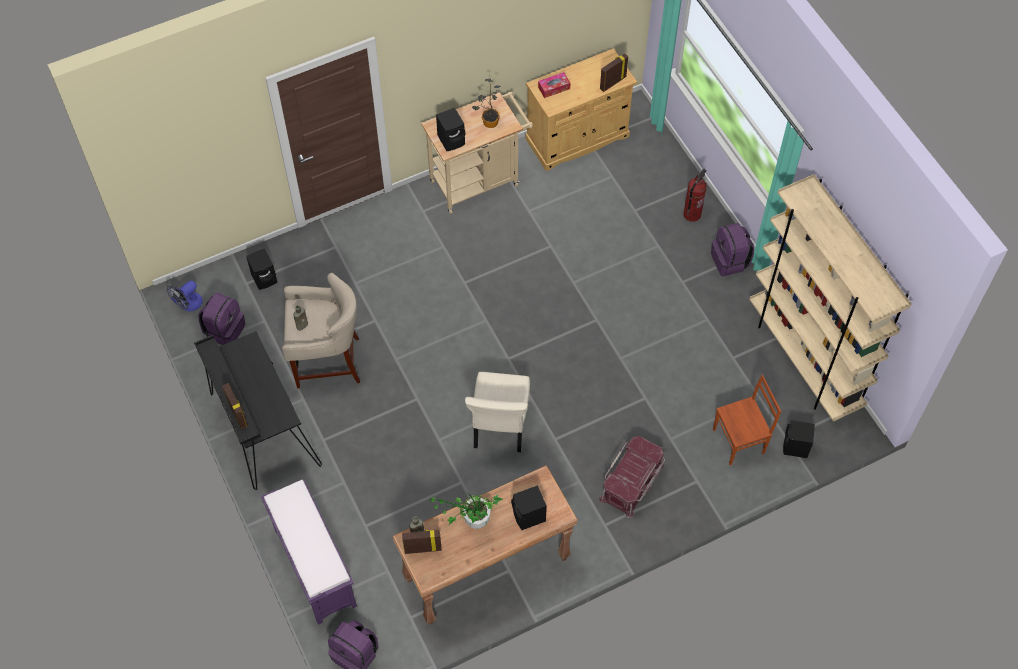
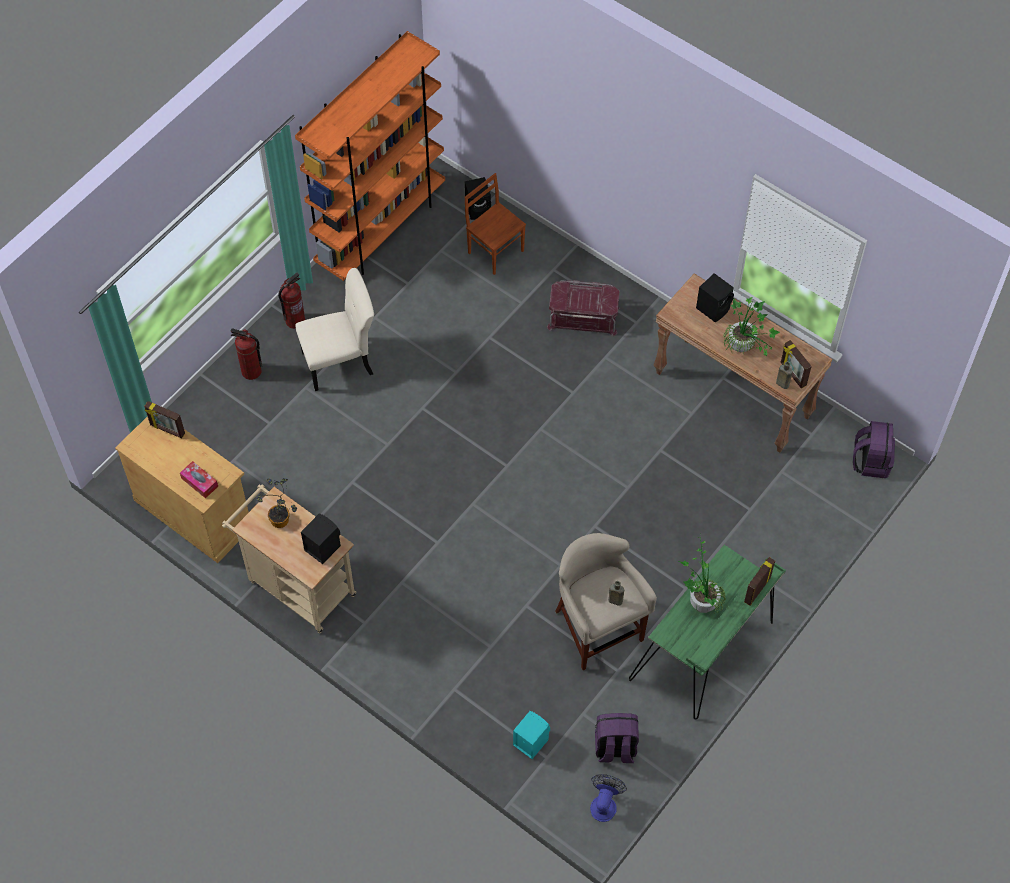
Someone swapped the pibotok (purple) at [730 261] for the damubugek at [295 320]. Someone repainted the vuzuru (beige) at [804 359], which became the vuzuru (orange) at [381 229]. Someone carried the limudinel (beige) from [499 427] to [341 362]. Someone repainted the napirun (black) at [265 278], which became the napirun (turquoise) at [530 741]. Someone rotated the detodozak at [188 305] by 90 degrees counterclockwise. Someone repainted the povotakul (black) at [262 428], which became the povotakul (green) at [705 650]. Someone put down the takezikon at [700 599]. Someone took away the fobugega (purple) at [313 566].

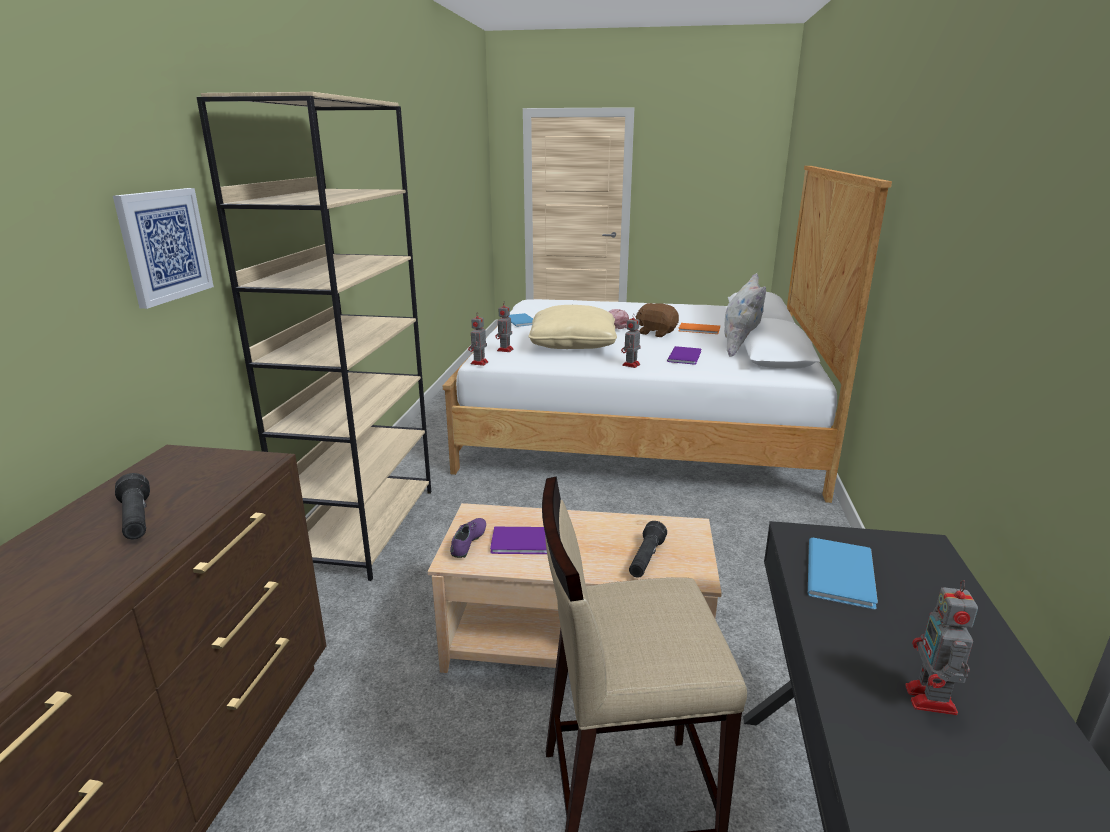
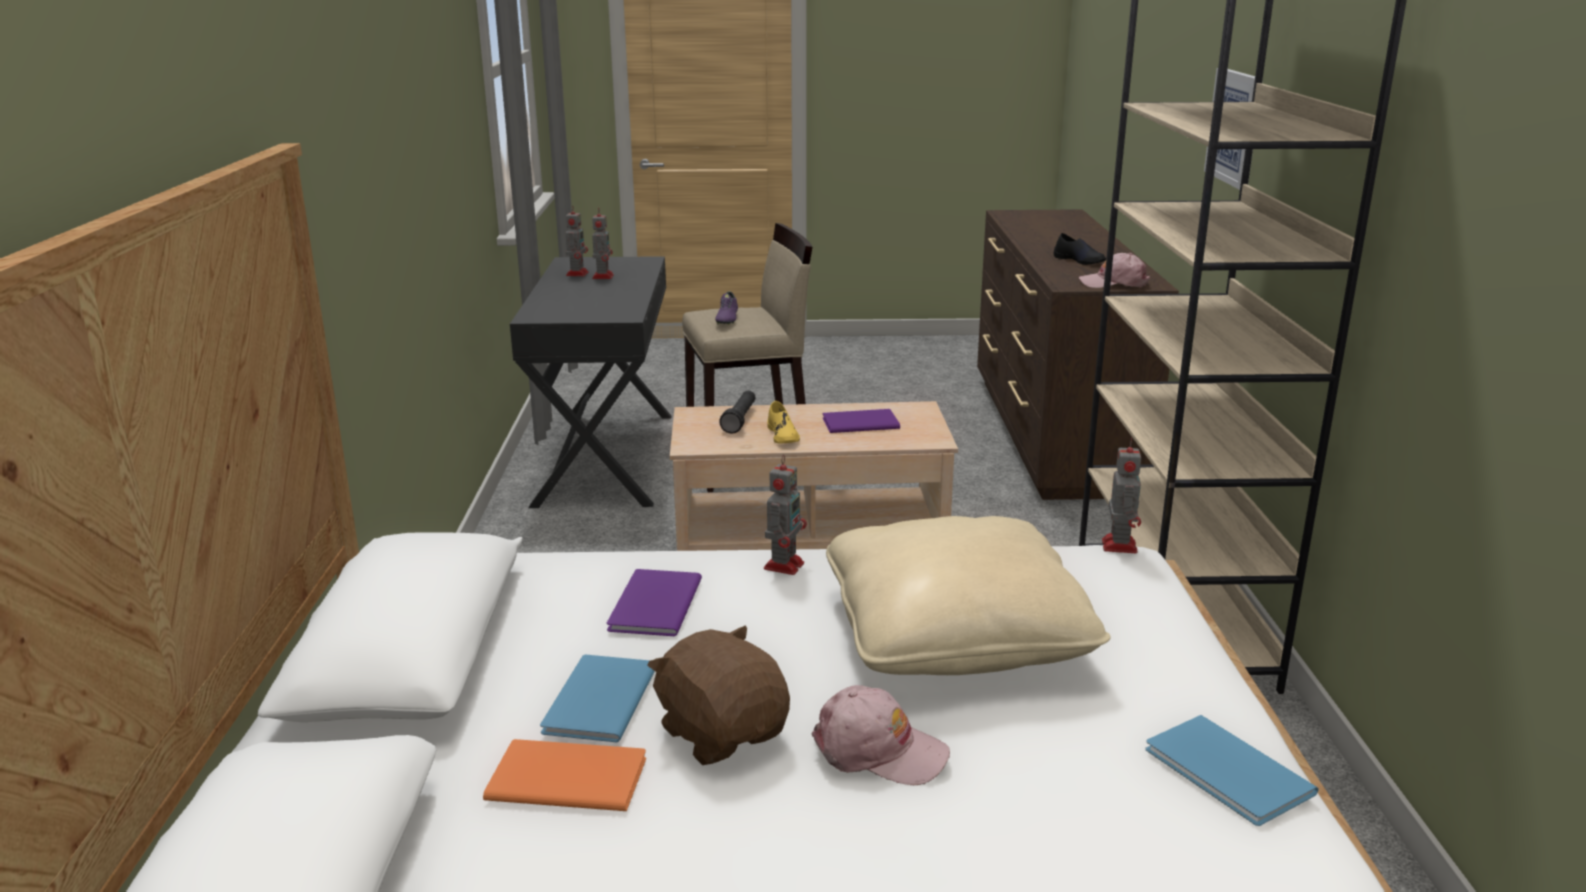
Someone carried the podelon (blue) from [843 572] to [596 702]. Someone carried the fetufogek from [505 350] to [577 273]. Someone rotated the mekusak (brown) at [656 333] by 150 degrees counterclockwise. Someone carried the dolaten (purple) from [469 543] to [726 319]. Someone put down the dolaten (yellow) at [783 435]. Someone swapped the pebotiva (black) at [136 520] for the dolaten (black) at [1079 260]. Someone put down the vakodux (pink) at [1113 283]. Someone took away the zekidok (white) at [740 347].

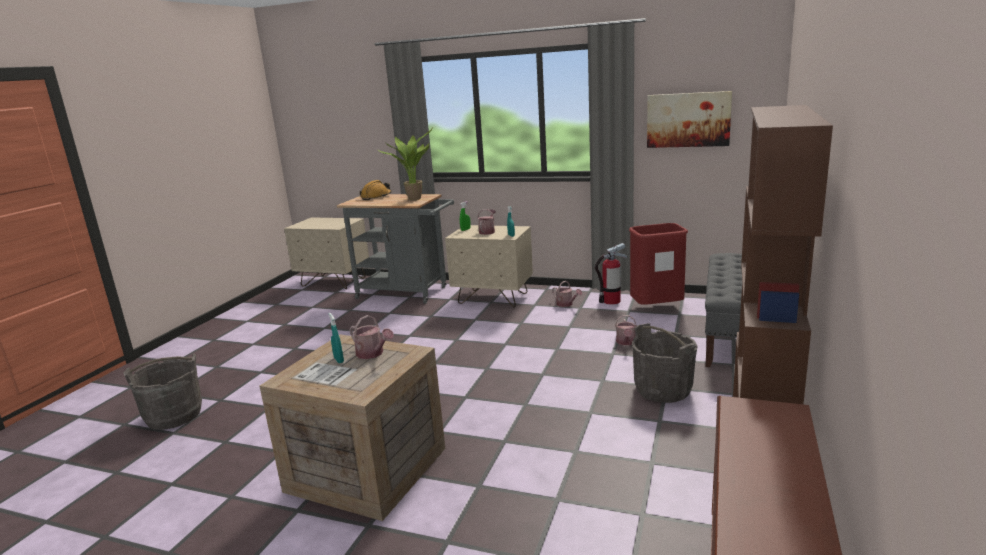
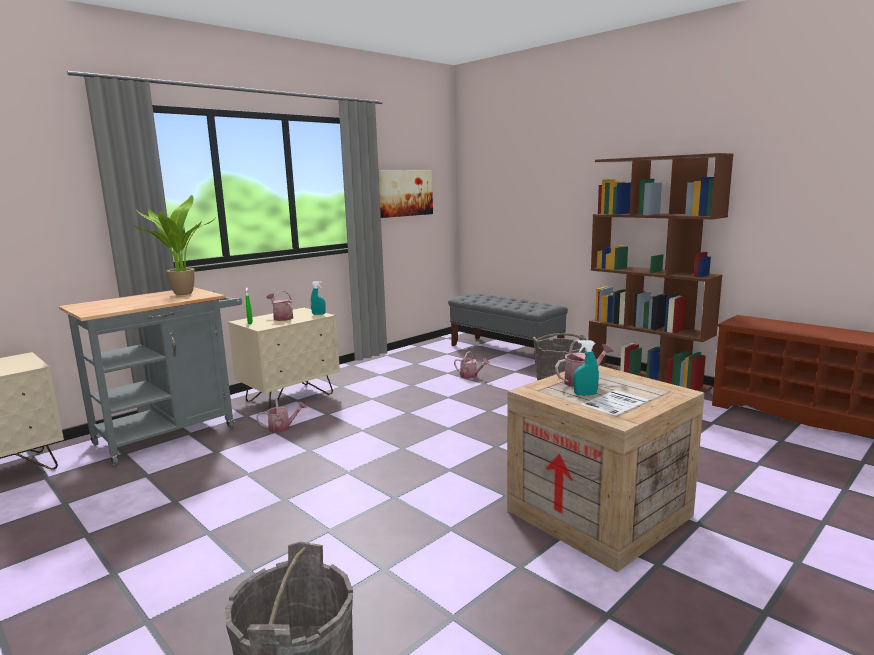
Someone carried the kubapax from [566 304] to [283 428]. Someone took away the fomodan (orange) at [376 197]. Someone took away the damubugek at [611 301]. Someone took away the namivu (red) at [656 308].

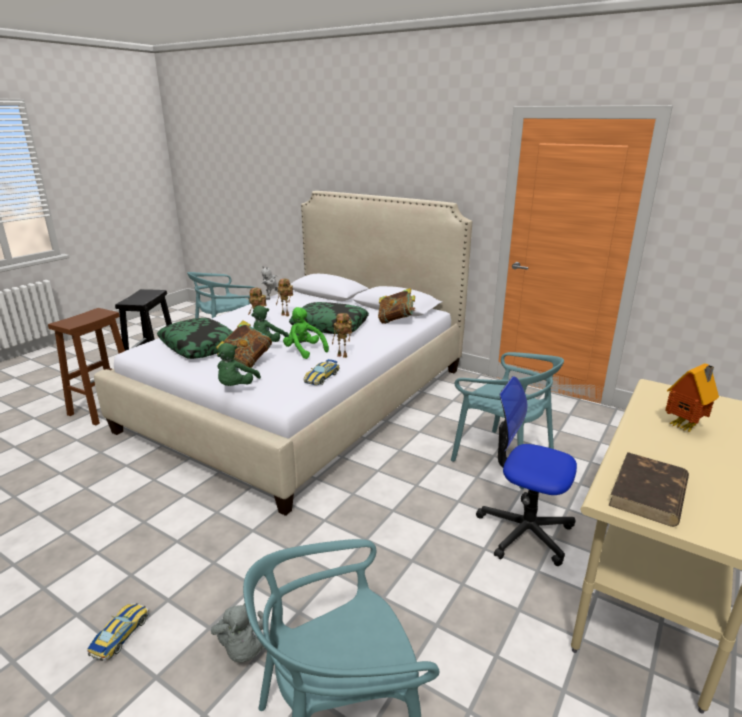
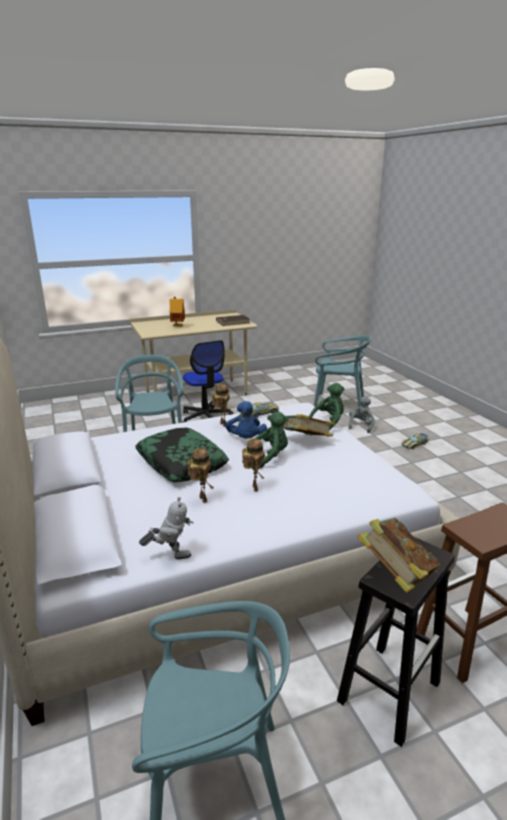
Someone repainted the mekusak (green) at [304 351], which became the mekusak (blue) at [246 439]. Someone carried the podelon from [396 321] to [395 574]. Someone took away the zekidok at [199 346].

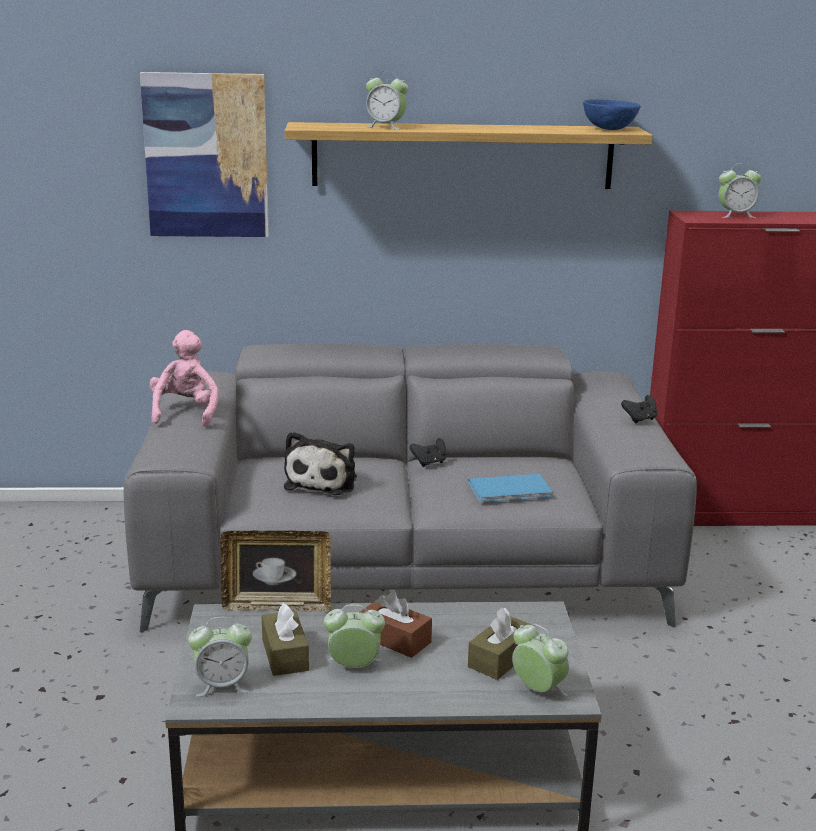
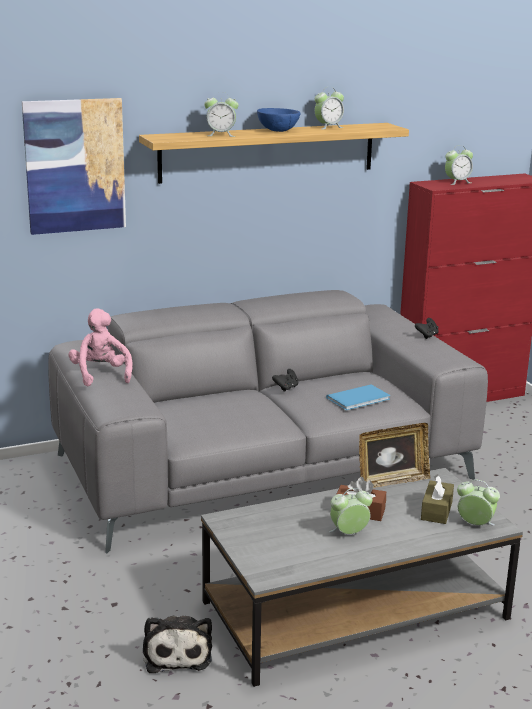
Someone carried the mekusak from [323 481] to [177 653]. Someone carried the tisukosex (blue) from [610 129] to [278 130]. Someone carried the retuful from [222 685] to [328 127]. Someone carried the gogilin from [277 605] to [392 481]. Someone took away the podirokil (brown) at [285 655].

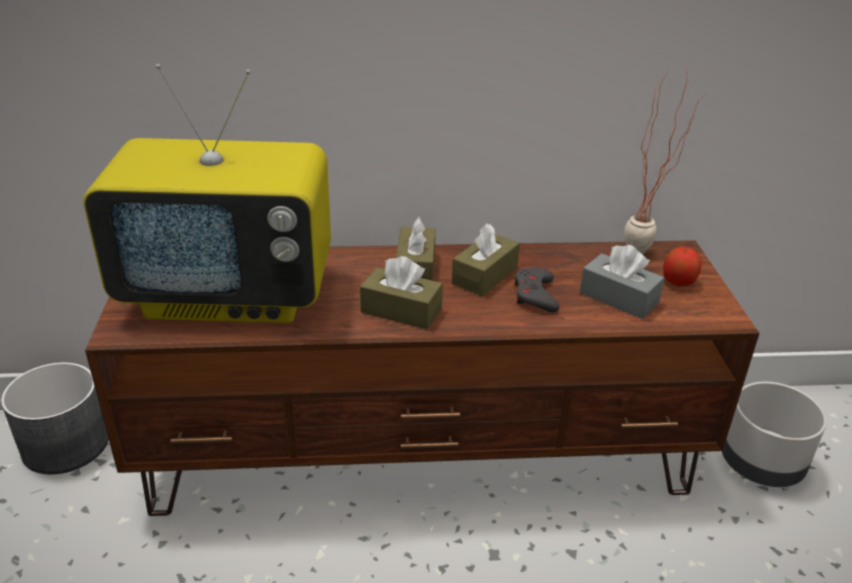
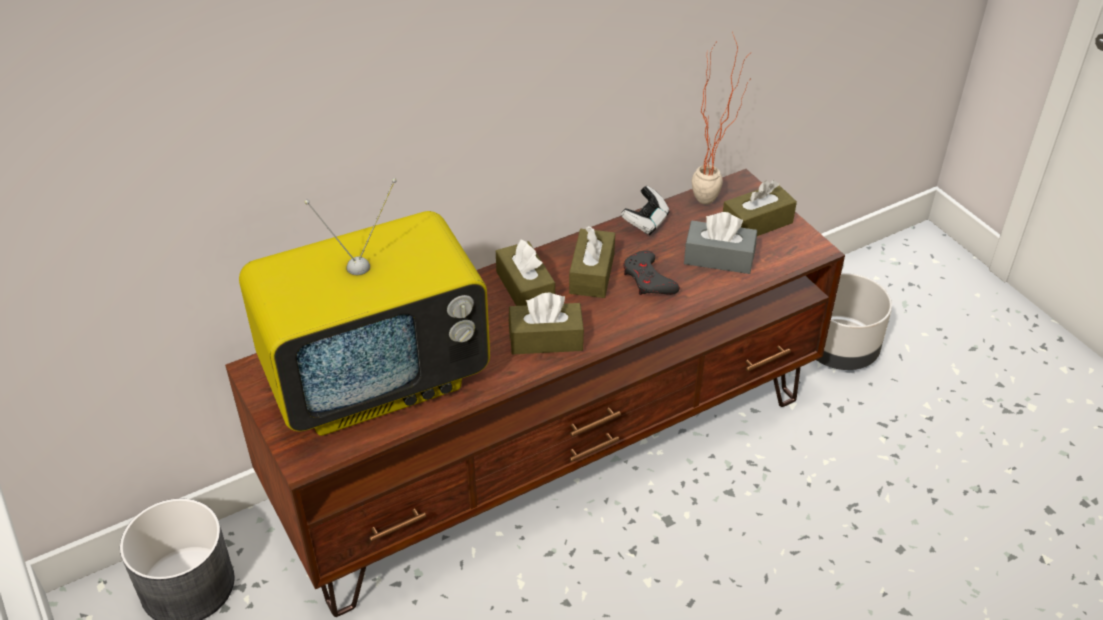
Someone put down the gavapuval at [646 222]. Someone swapped the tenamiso at [678 282] for the podirokil (brown) at [757 223].

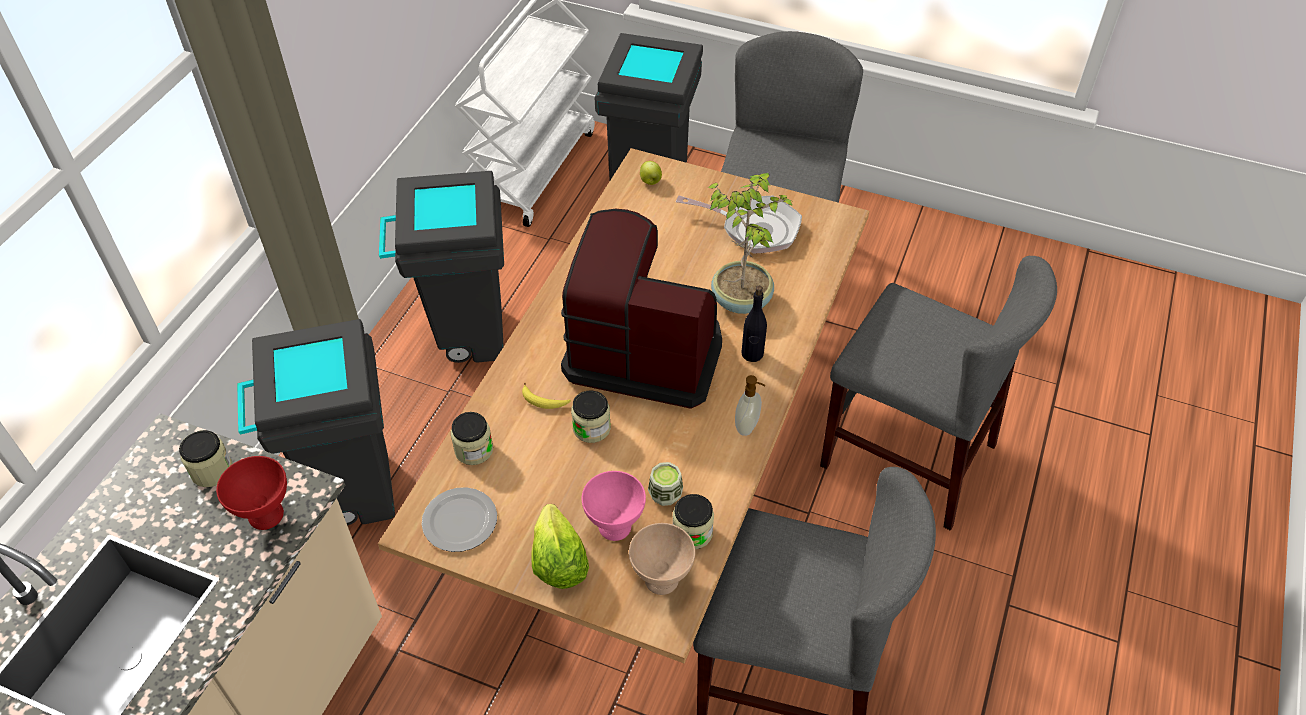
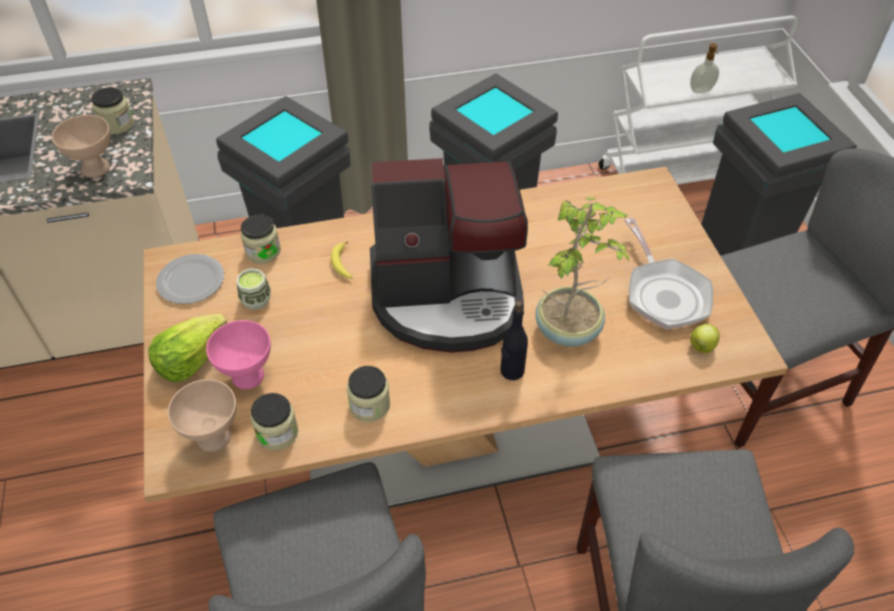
Someone repainted the tisukosex (red) at [265 515], which became the tisukosex (beige) at [95 168]. Someone carried the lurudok from [665 494] to [256 300]. Someone carried the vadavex from [591 428] to [370 405]. Someone rotated the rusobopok at [644 350] by 105 degrees clockwise. Someone carried the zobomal from [747 426] to [701 91]. Someone carried the tenamiso from [650 181] to [701 347].

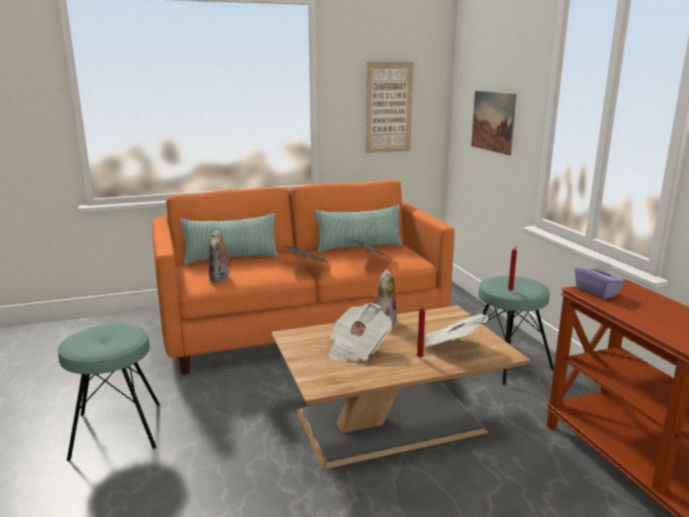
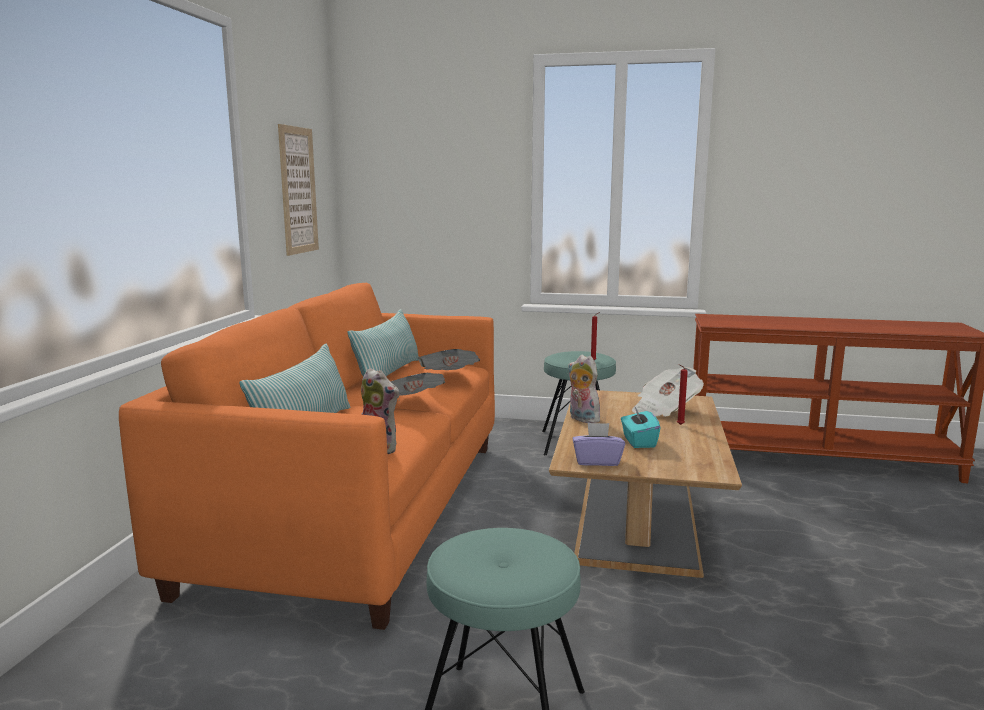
Someone carried the podirokil (purple) from [597 292] to [597 461]. Someone swapped the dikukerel at [357 348] for the podirokil (turquoise) at [638 441]. Someone took away the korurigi at [493 121].

